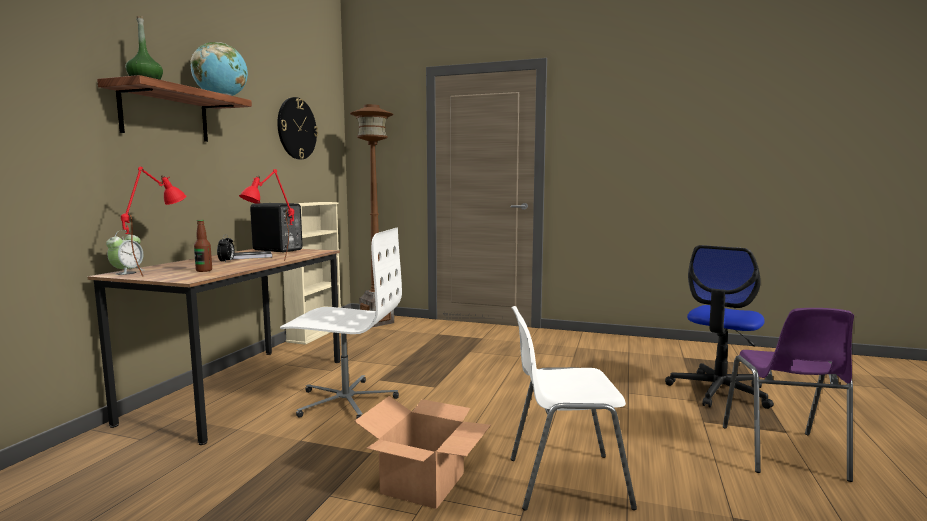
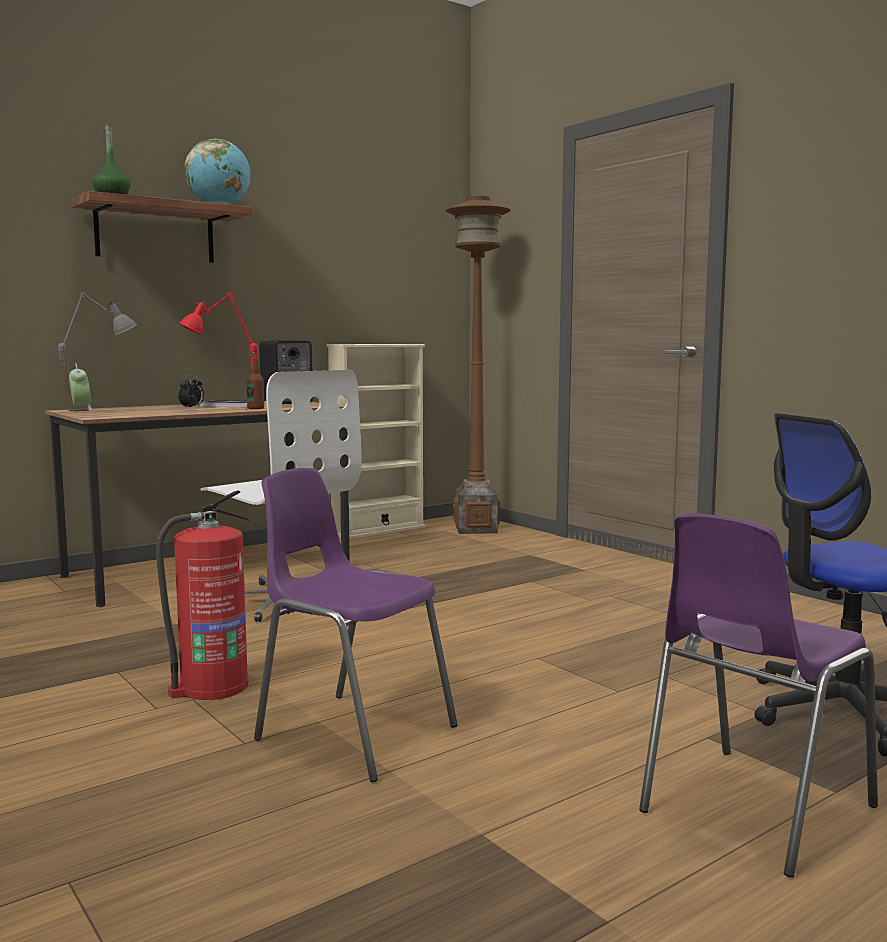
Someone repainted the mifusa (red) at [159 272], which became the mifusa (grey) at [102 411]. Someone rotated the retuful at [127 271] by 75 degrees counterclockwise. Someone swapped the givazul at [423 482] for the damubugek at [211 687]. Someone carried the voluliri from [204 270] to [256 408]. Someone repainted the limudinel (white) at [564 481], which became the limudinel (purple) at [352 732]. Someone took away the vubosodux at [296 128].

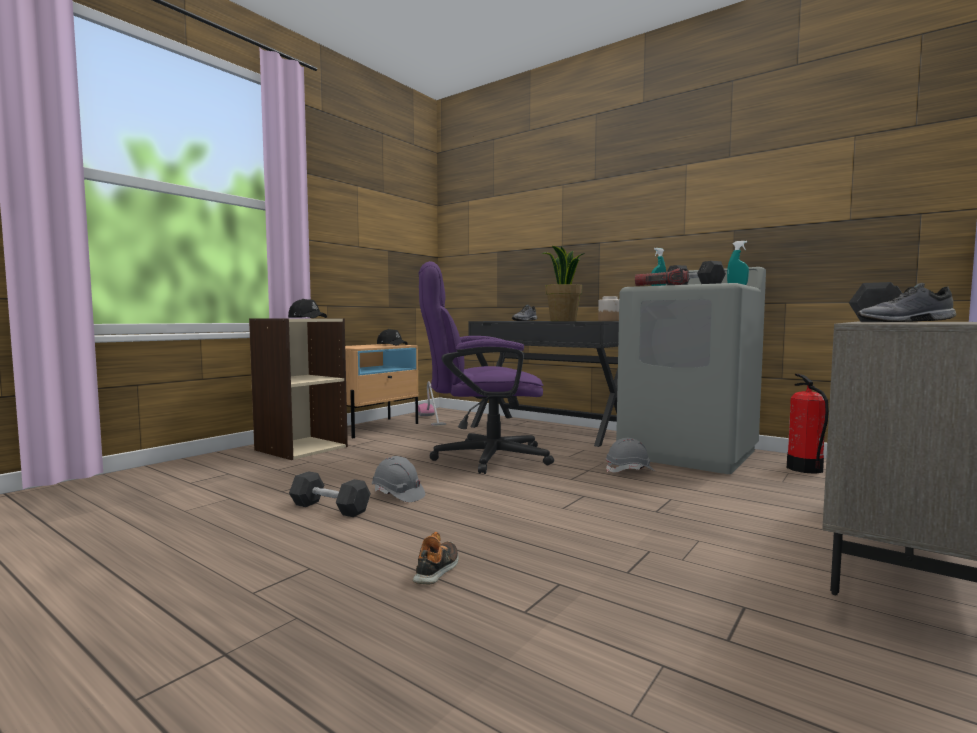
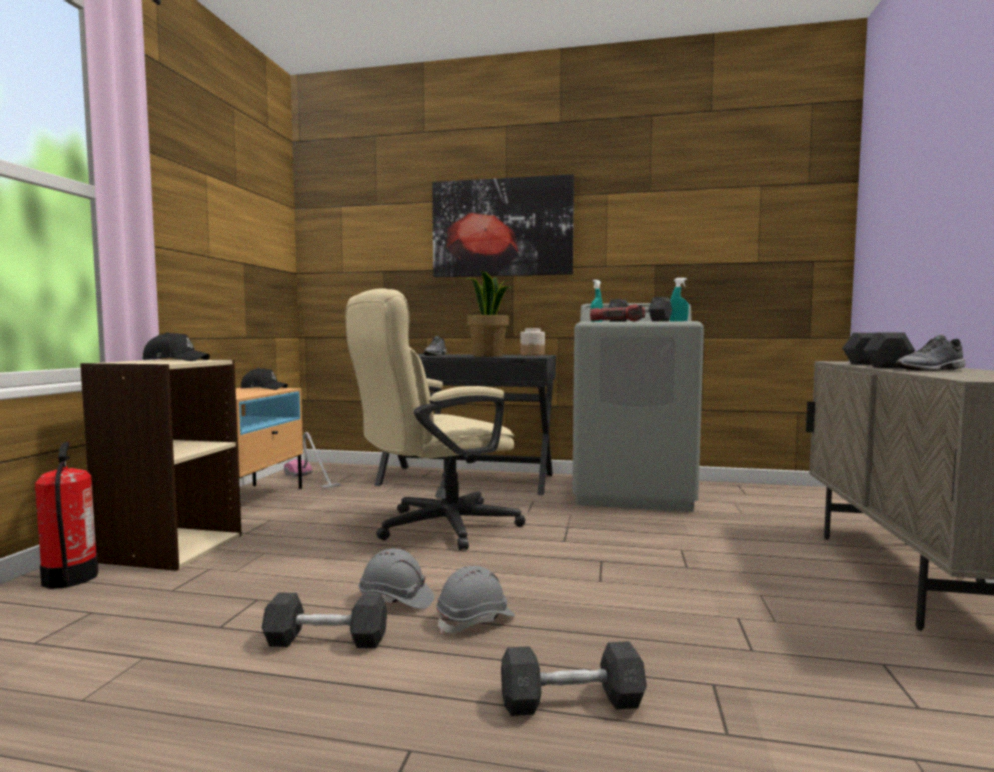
Someone carried the damubugek from [804 469] to [69 579]. Someone repainted the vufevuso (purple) at [479 458], which became the vufevuso (beige) at [435 528]. Someone put up the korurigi at [502 228]. Someone carried the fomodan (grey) from [630 470] to [476 620]. Someone swapped the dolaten at [437 569] for the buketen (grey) at [571 702].

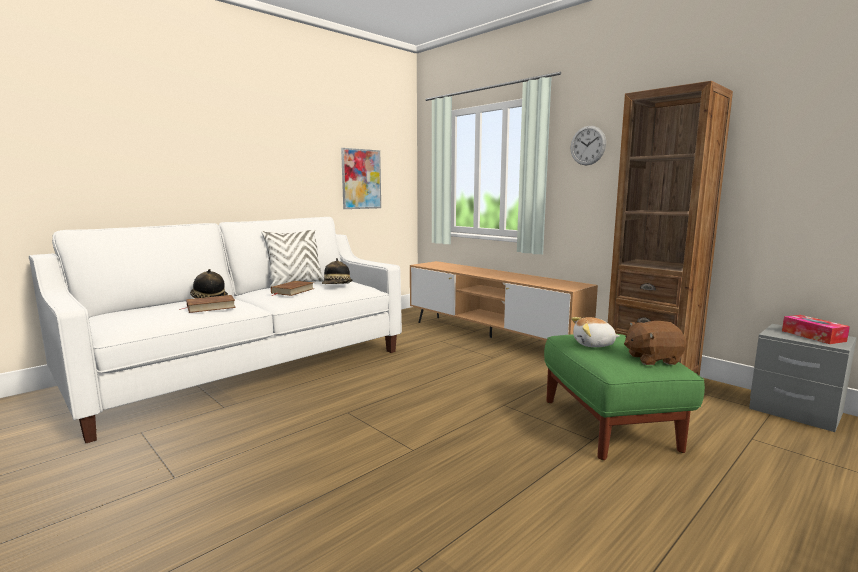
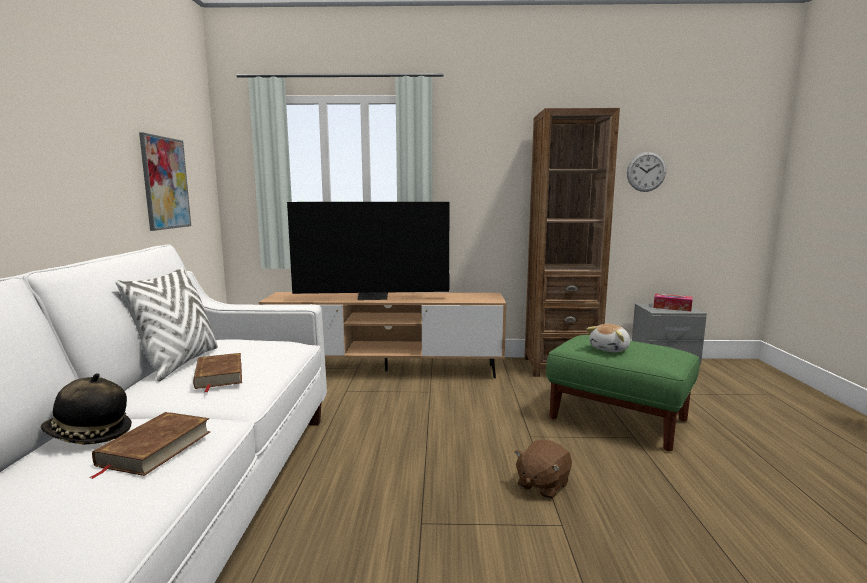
Someone put down the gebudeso at [373 297]. Someone carried the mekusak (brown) from [652 359] to [542 485]. Someone carried the vubosodux from [588 145] to [646 172]. Someone took away the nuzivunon at [337 286].

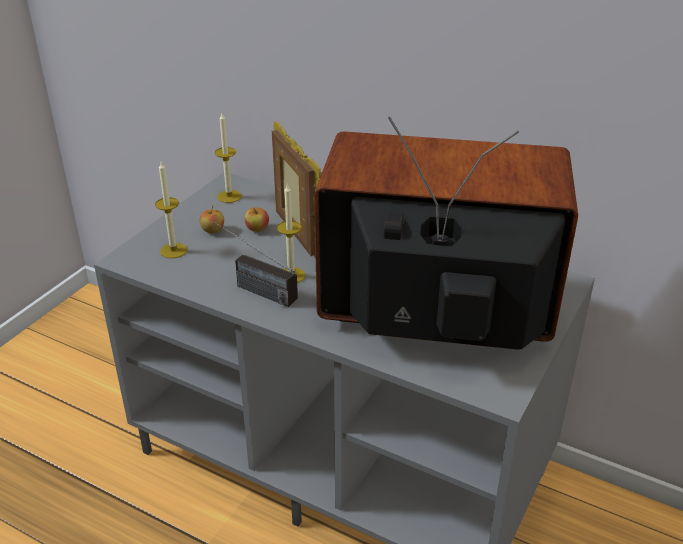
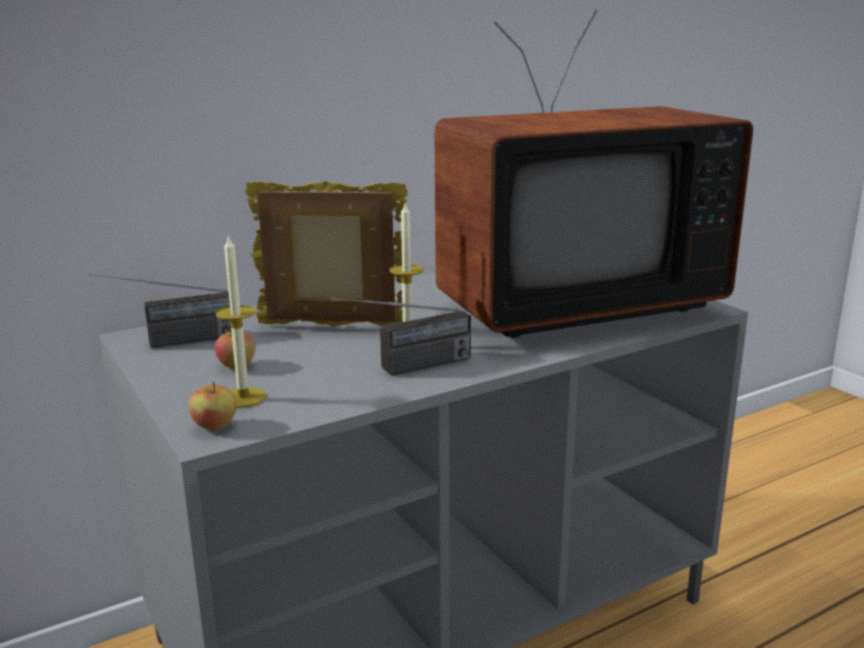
Someone swapped the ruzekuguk at [229 196] for the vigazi at [169 342]. Someone carried the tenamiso from [257 229] to [215 426]. Someone rotated the gebudeso at [437 318] by 150 degrees counterclockwise.

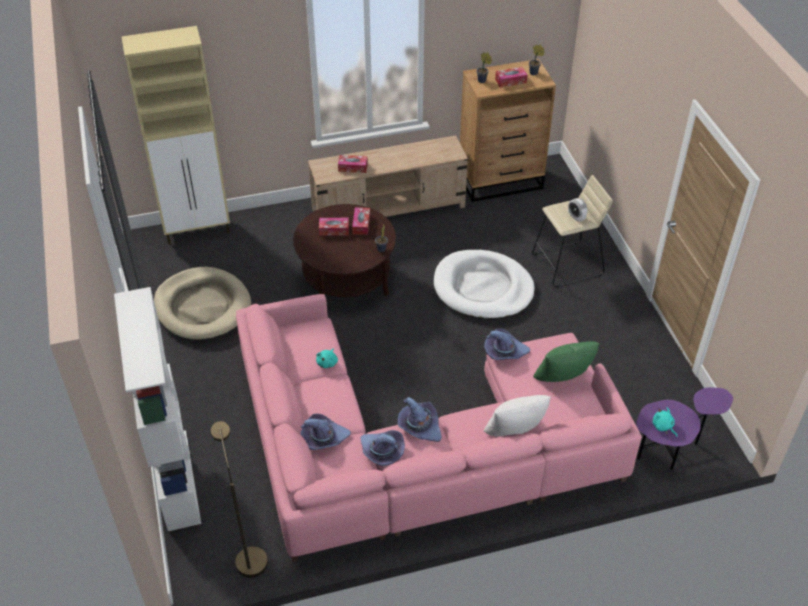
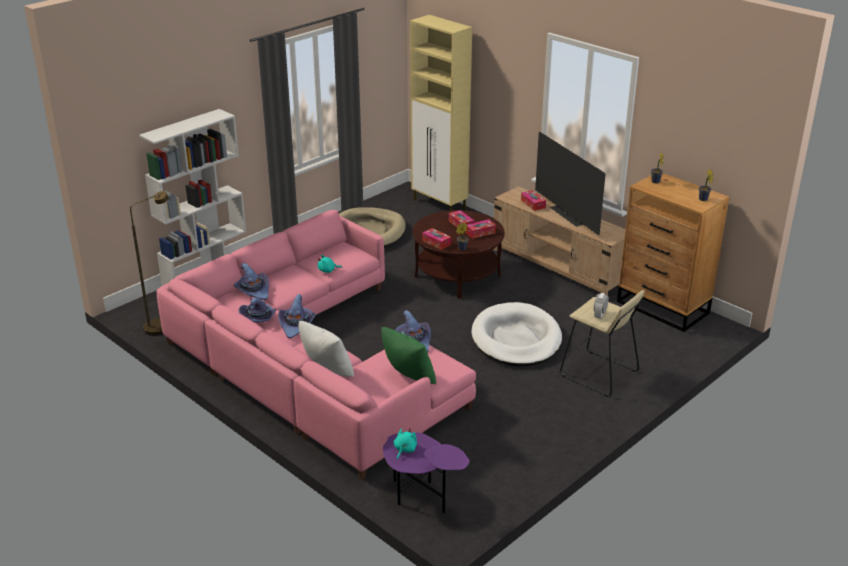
Someone carried the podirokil from [510 81] to [436 242]. Someone put down the gebudeso at [566 216].

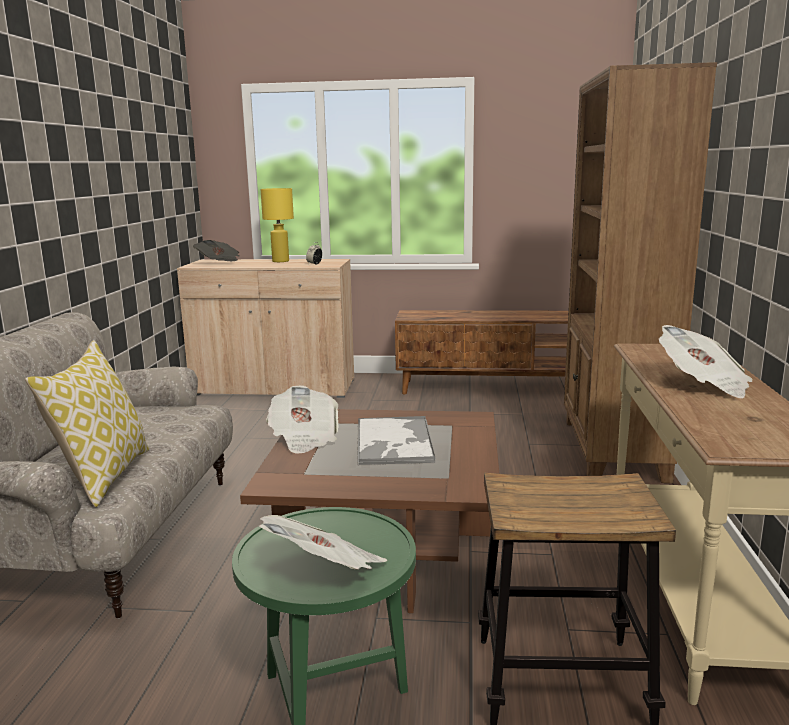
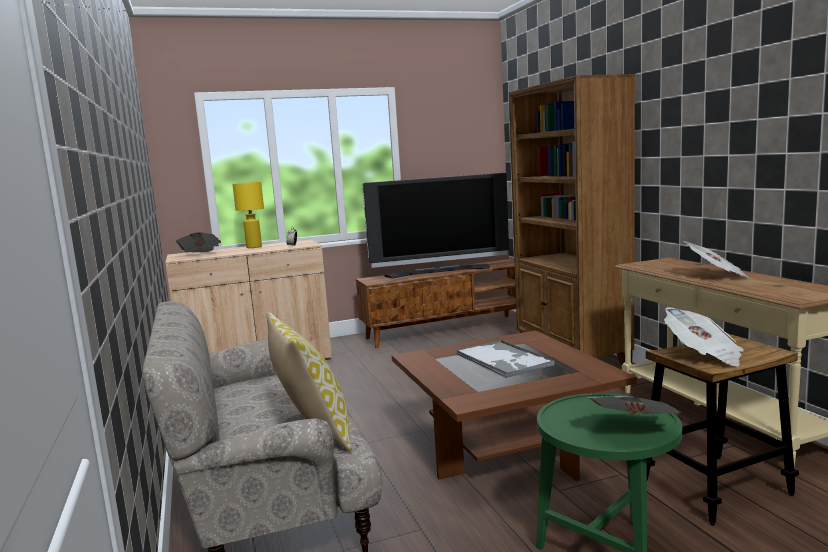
Someone put down the gebudeso at [439 271]. Someone carried the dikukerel from [304 438] to [704 355].

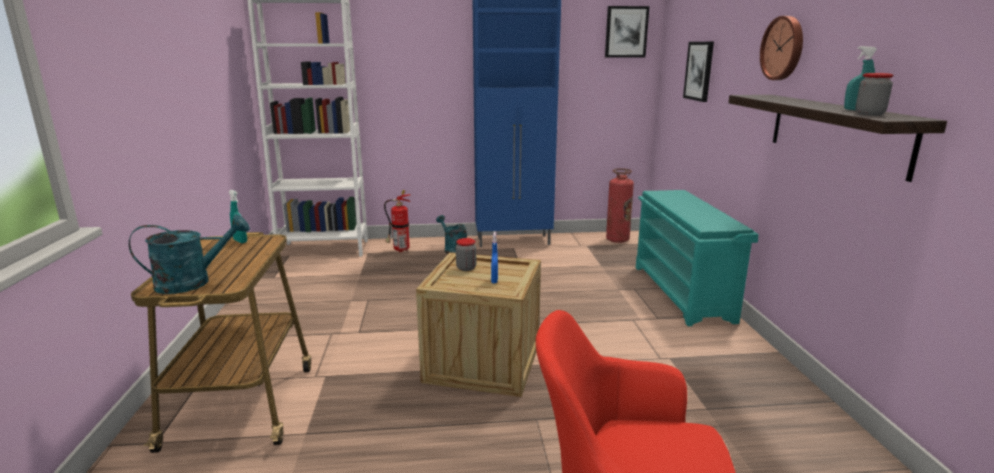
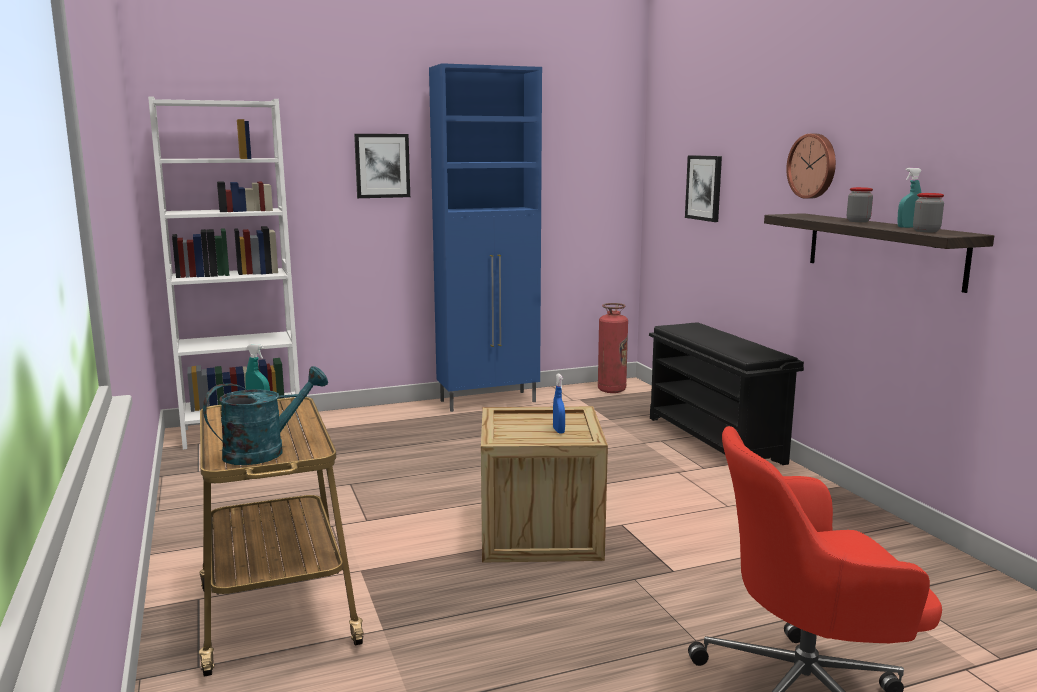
Someone carried the korurigi from [626 32] to [382 165]. Someone repainted the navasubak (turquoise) at [683 293], which became the navasubak (black) at [716 440]. Someone carried the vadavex from [466 268] to [858 221]. Someone took away the damubugek at [399 250]. Someone took away the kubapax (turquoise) at [453 250].

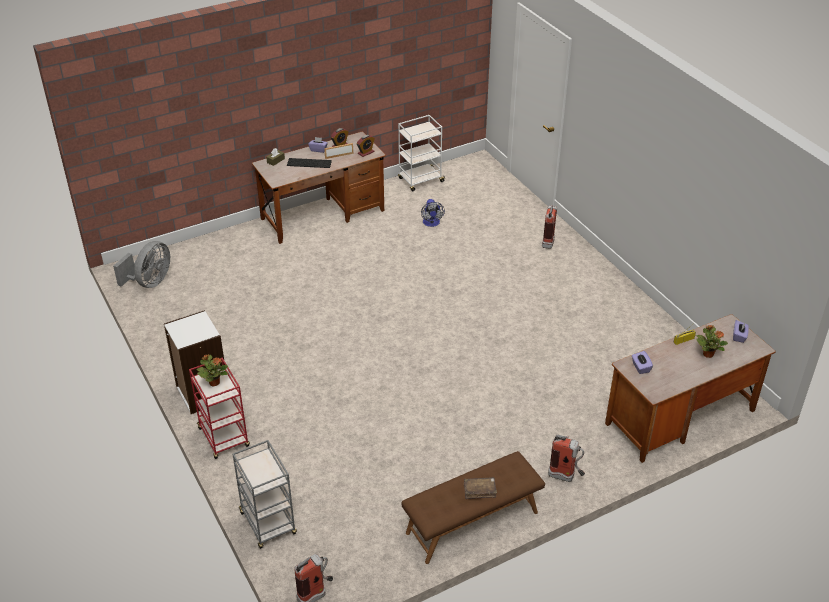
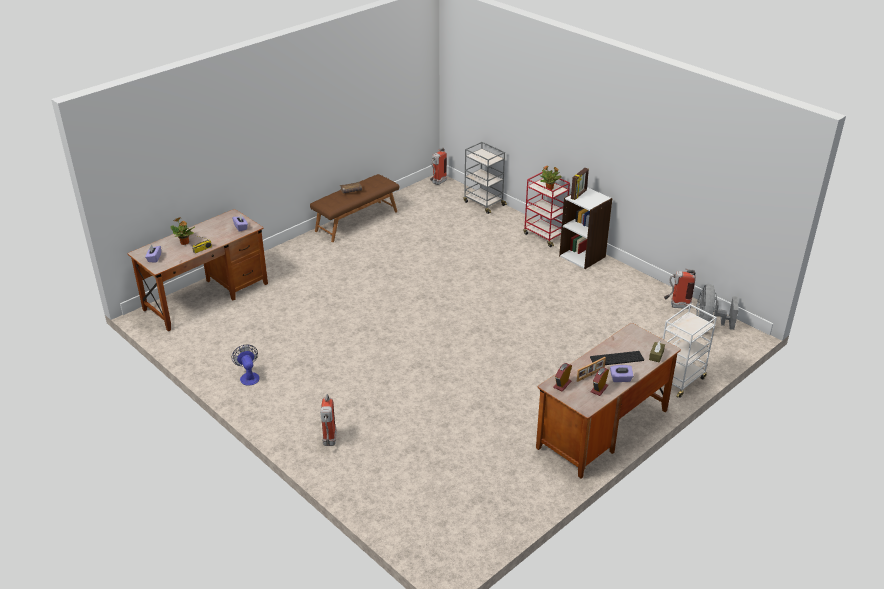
Someone carried the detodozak from [431 223] to [248 376]. Someone put down the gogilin at [579 195]. Someone carried the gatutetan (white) from [420 180] to [679 380]. Someone carried the damubugek from [566 477] to [676 306].

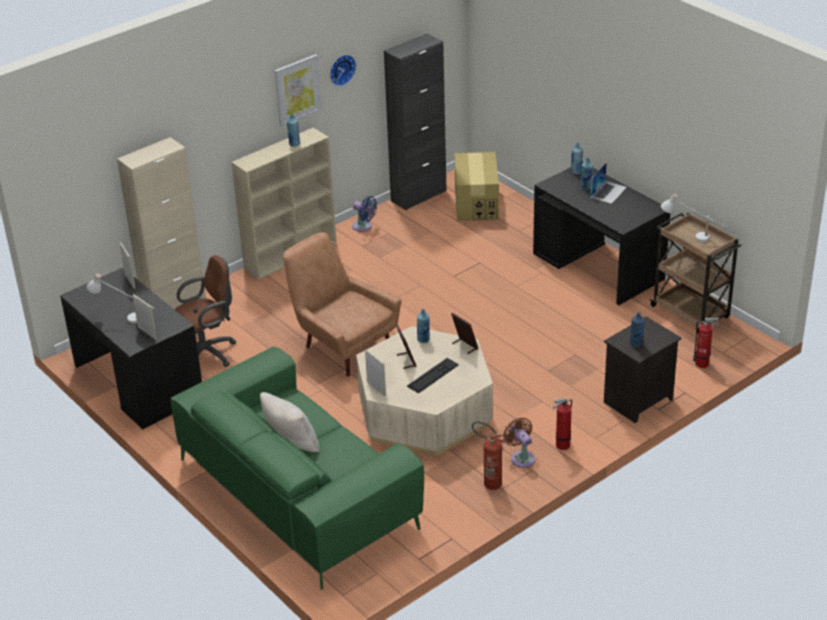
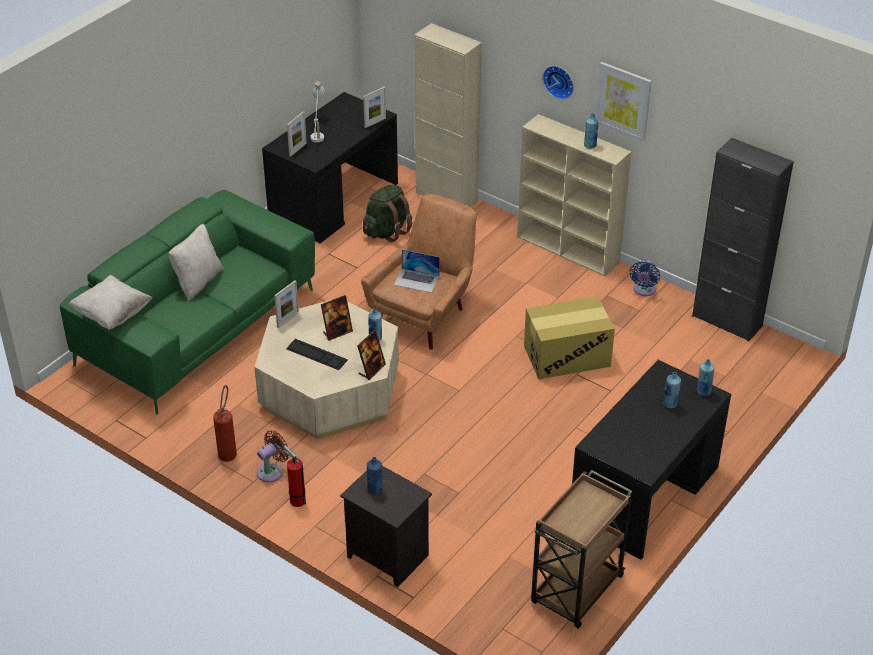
Someone put down the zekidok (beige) at [112 315]. Someone swapped the vufevuso (brown) at [208 353] for the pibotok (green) at [387 231]. Someone carried the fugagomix from [608 192] to [417 280]. Someone carried the givazul from [476 203] to [566 356]. Someone carried the vubosodux from [341 69] to [559 81]. Someone took away the mifusa (white) at [691 237]. Someone took away the damubugek at [703 364].

